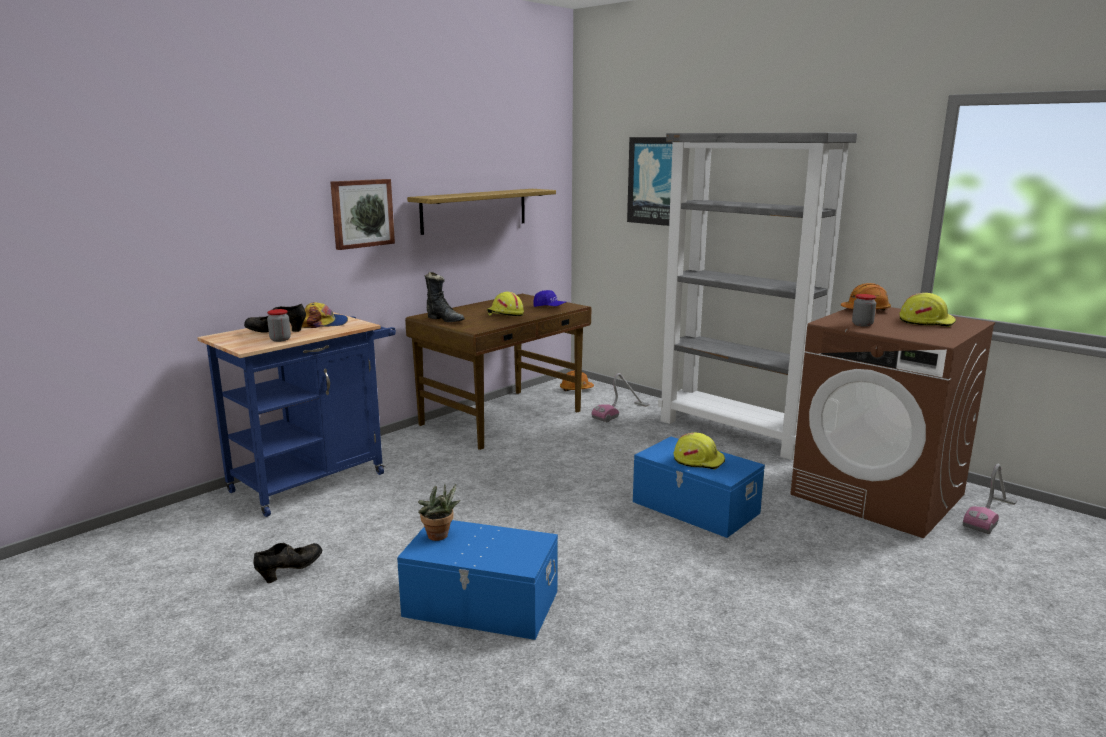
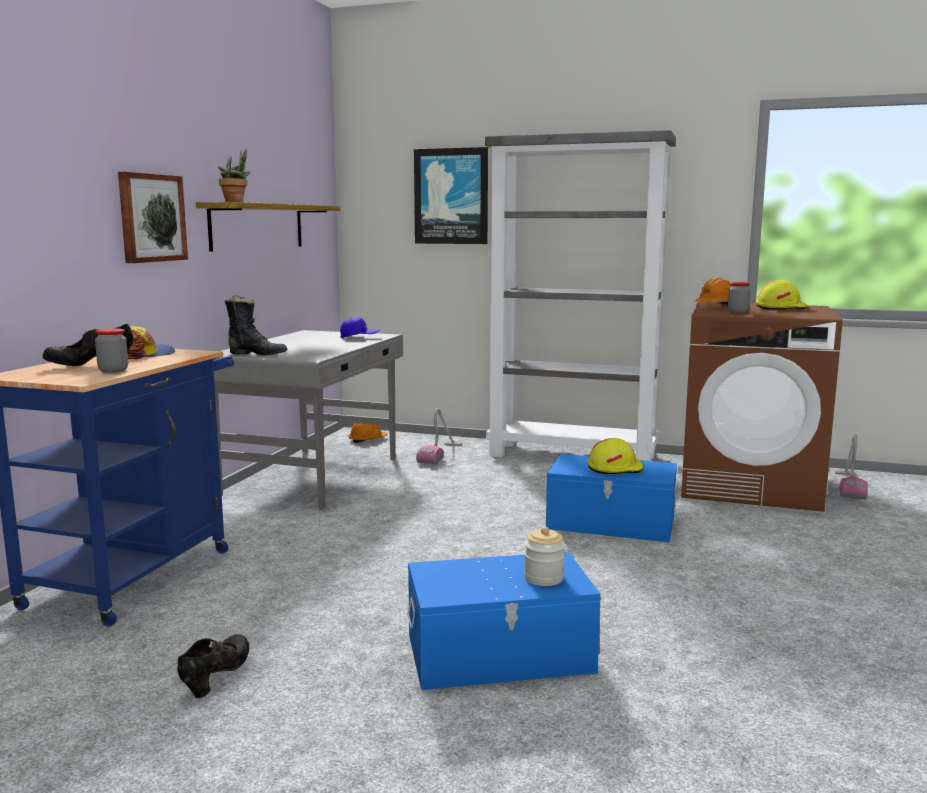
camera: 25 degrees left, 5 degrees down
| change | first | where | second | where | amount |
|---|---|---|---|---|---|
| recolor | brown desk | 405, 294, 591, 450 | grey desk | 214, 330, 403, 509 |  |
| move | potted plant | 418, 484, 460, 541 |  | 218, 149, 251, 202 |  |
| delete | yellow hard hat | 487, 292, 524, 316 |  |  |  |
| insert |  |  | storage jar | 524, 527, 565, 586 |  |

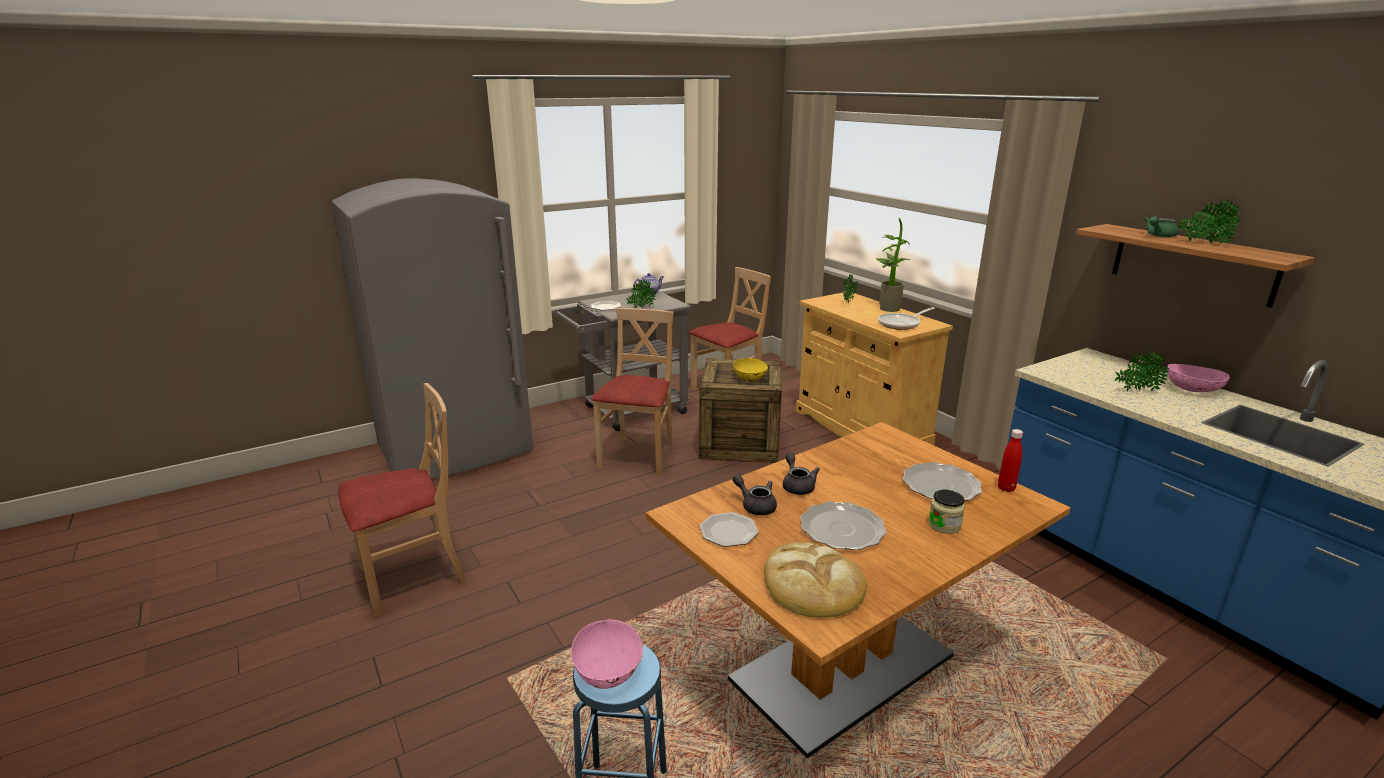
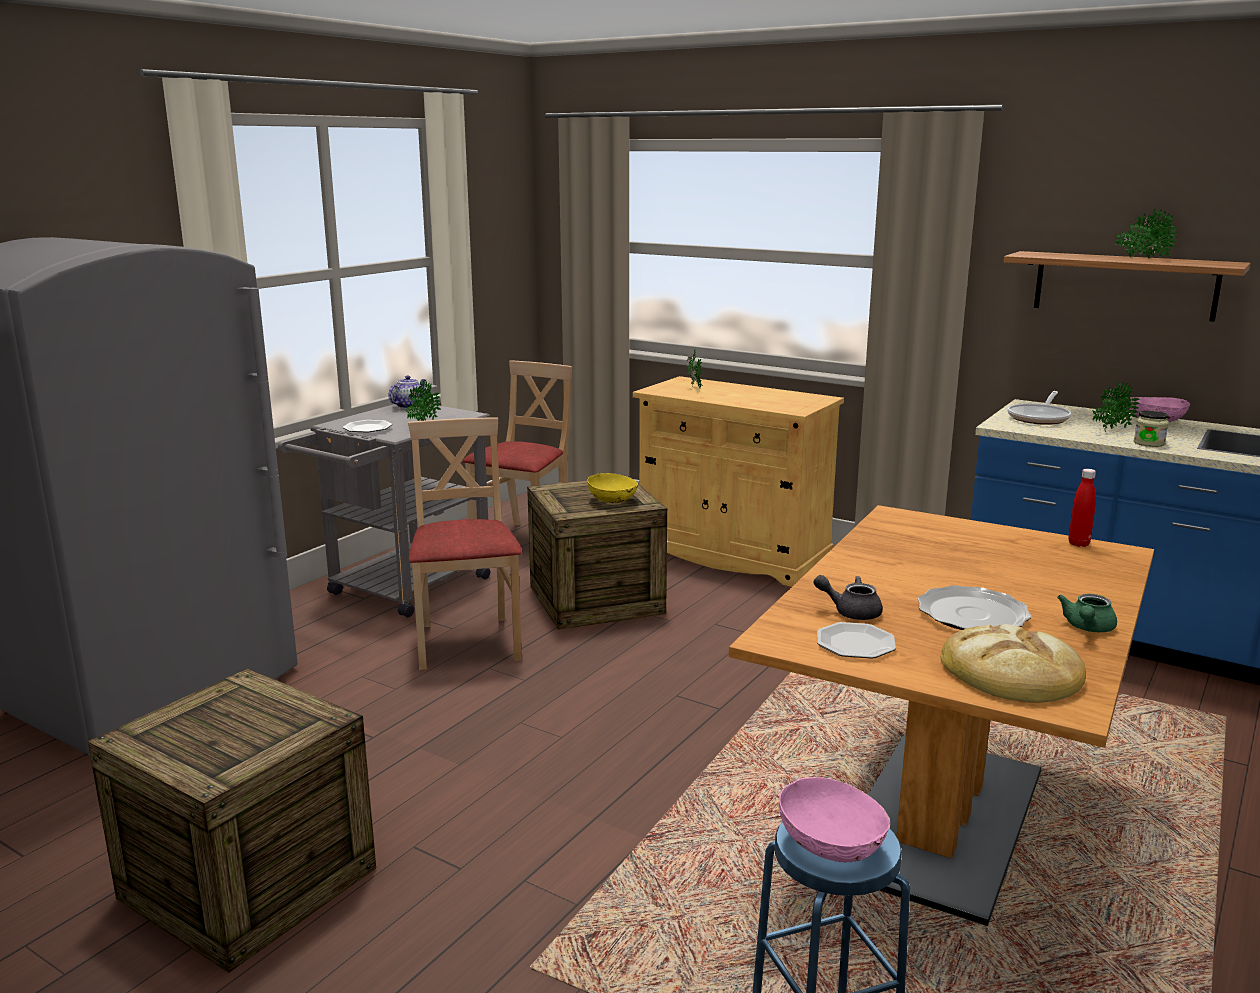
camera: 25 degrees left, 5 degrees down
| change | first | where | second | where | amount |
|---|---|---|---|---|---|
| replace | sand-coloured upright chair | 338, 383, 467, 617 | packing crate | 88, 668, 376, 973 |  |
| delete | grey tea pot | 783, 453, 820, 495 |  |  |  |
| delete | potted plant | 876, 218, 911, 312 |  |  |  |
| move | skillet | 878, 307, 935, 330 |  | 1008, 391, 1071, 425 |  |
| delete | dinner plate | 902, 462, 982, 501 |  |  |  |
| move | storage jar | 928, 490, 965, 534 |  | 1134, 410, 1169, 447 |  |
| move | green-coloured tea pot | 1144, 216, 1179, 237 |  | 1057, 594, 1117, 632 |  |

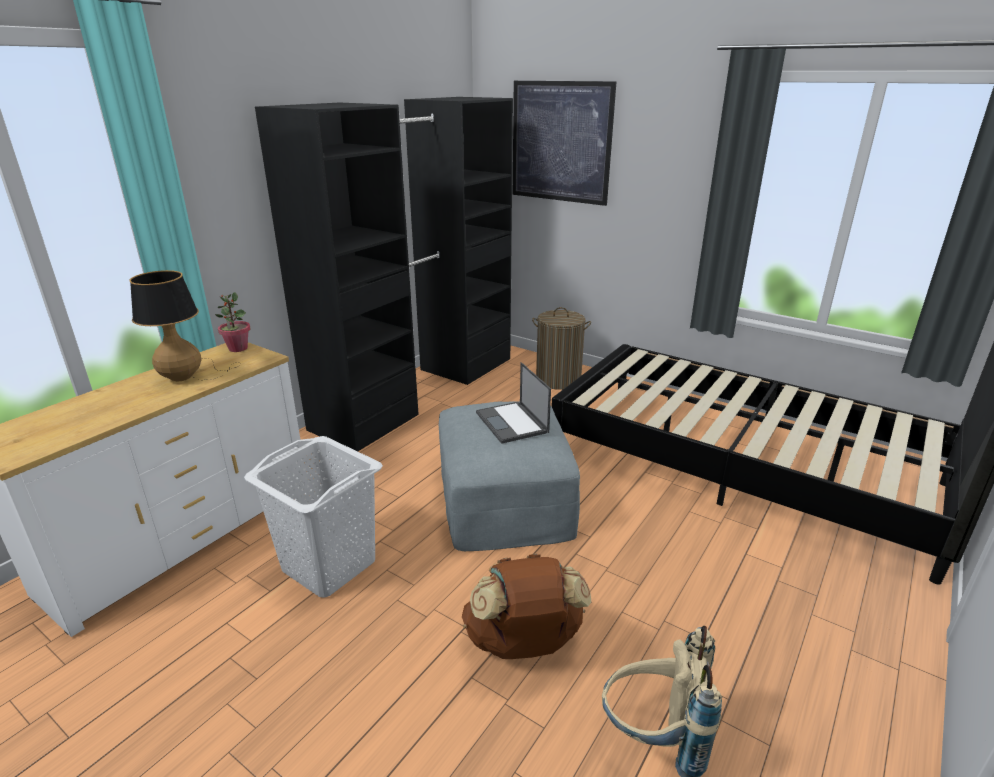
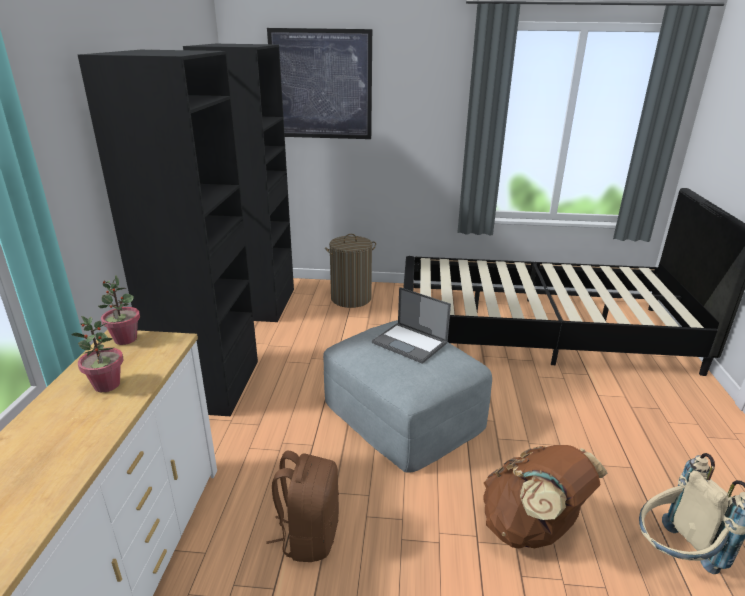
camera: 30 degrees left, 0 degrees up
| change | first | where | second | where | amount |
|---|---|---|---|---|---|
| replace | table lamp | 129, 270, 241, 381 | potted plant | 71, 316, 124, 392 |  |
| replace | whitish laundry basket | 244, 436, 383, 598 | brown knapsack | 267, 451, 339, 562 |  |

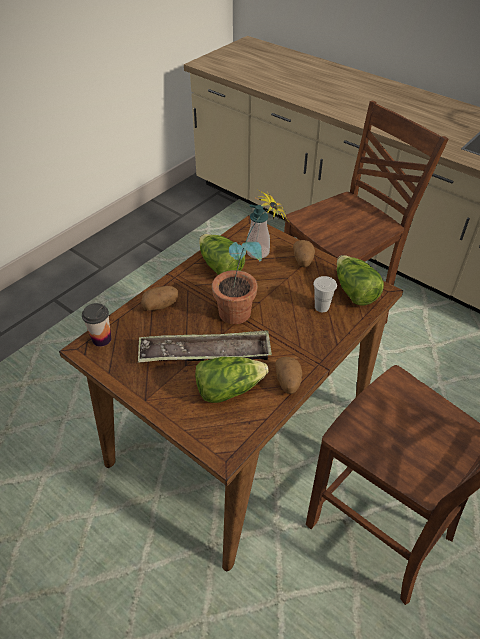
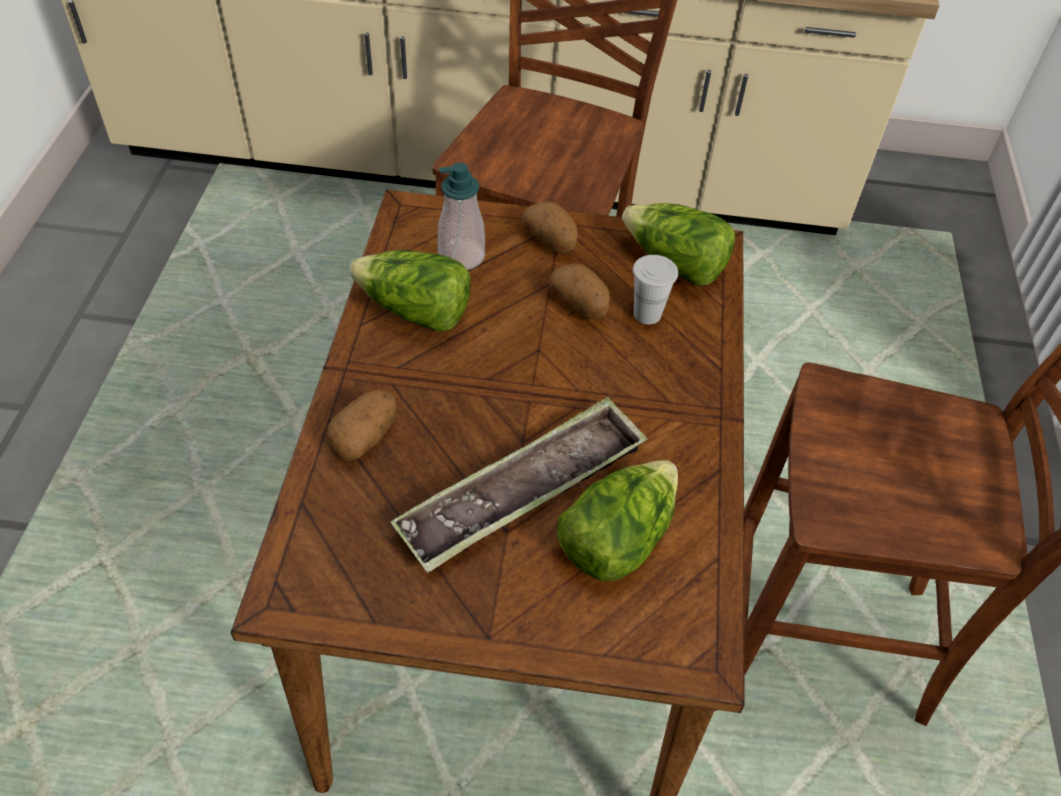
camera: 35 degrees left, 5 degrees up
| change | first | where | second | where | amount |
|---|---|---|---|---|---|
| delete | drinking cup | 82, 303, 111, 347 |  |  |  |
| delete | potted plant | 212, 189, 287, 324 |  |  |  |
| move | whole potato | 275, 357, 302, 394 |  | 548, 263, 610, 319 |  |

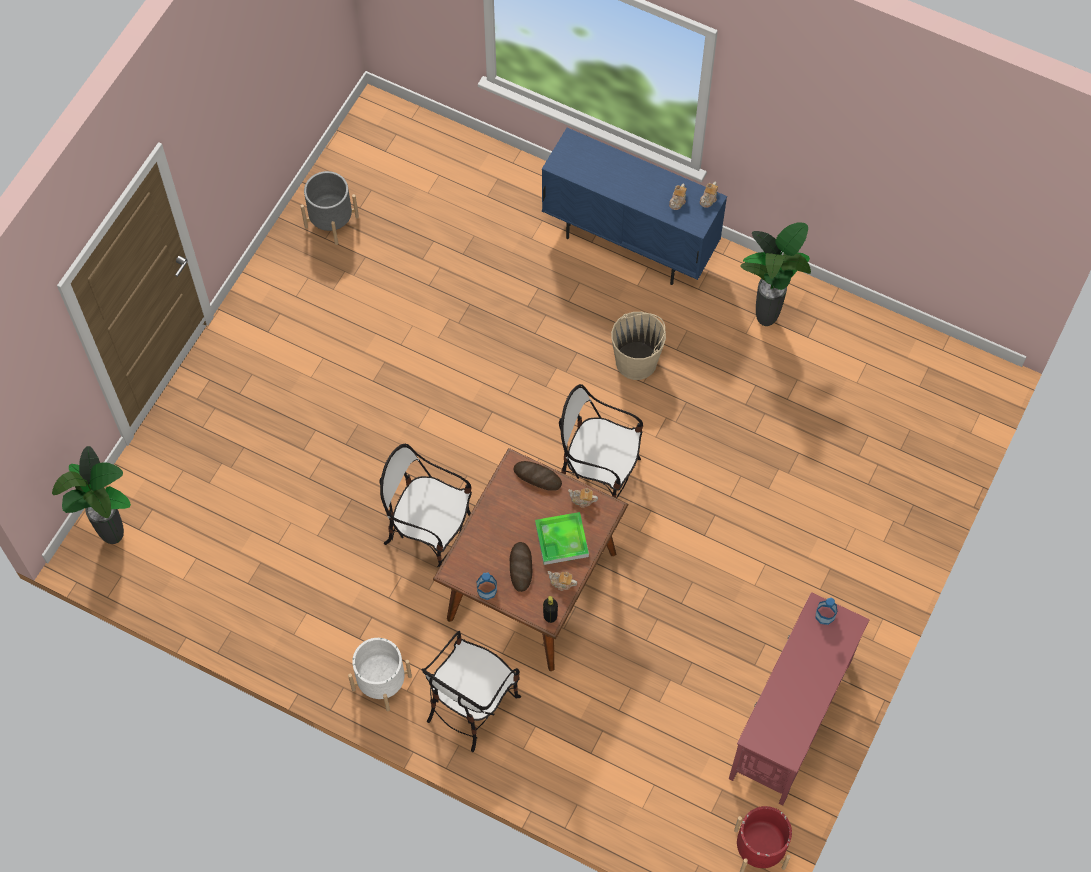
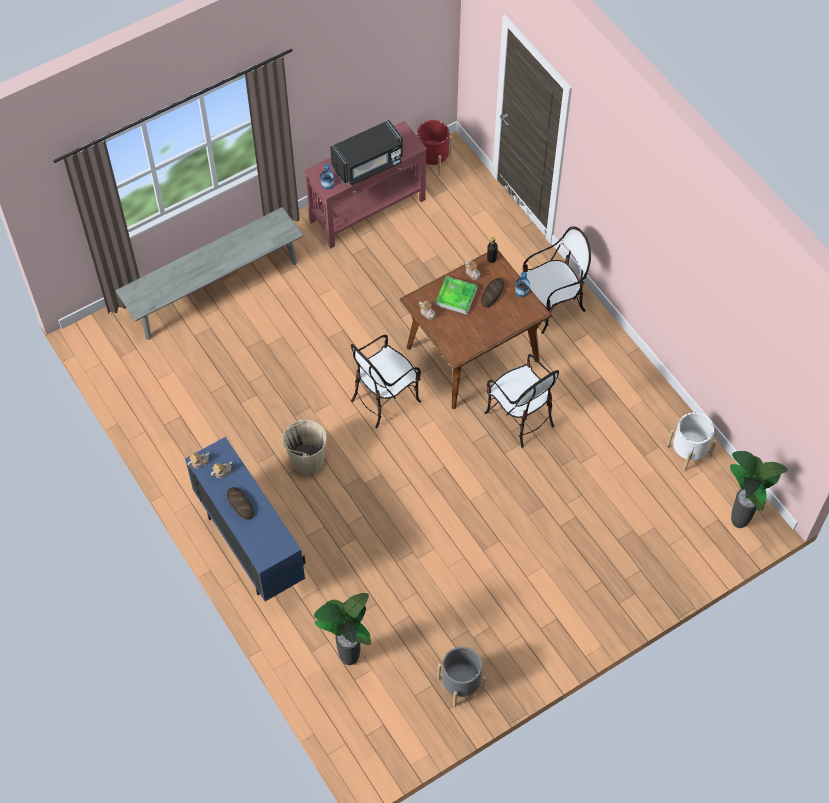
camera: 150 degrees left, 5 degrees down
| change | first | where | second | where | amount |
|---|---|---|---|---|---|
| move | whitish plant pot | 348, 638, 412, 711 |  | 667, 412, 716, 471 |  |
| move | bakery bread | 513, 461, 562, 491 |  | 227, 487, 254, 520 |  |
| rotate | upright chair | 559, 384, 643, 498 |  | 351, 335, 421, 428 | 90 degrees clockwise |
| move | potted plant | 740, 222, 811, 326 |  | 314, 593, 371, 665 |  |
| insert |  |  | grey bench | 115, 207, 304, 340 |  |
| insert |  |  | black kitchen microwave | 330, 120, 403, 186 |  |

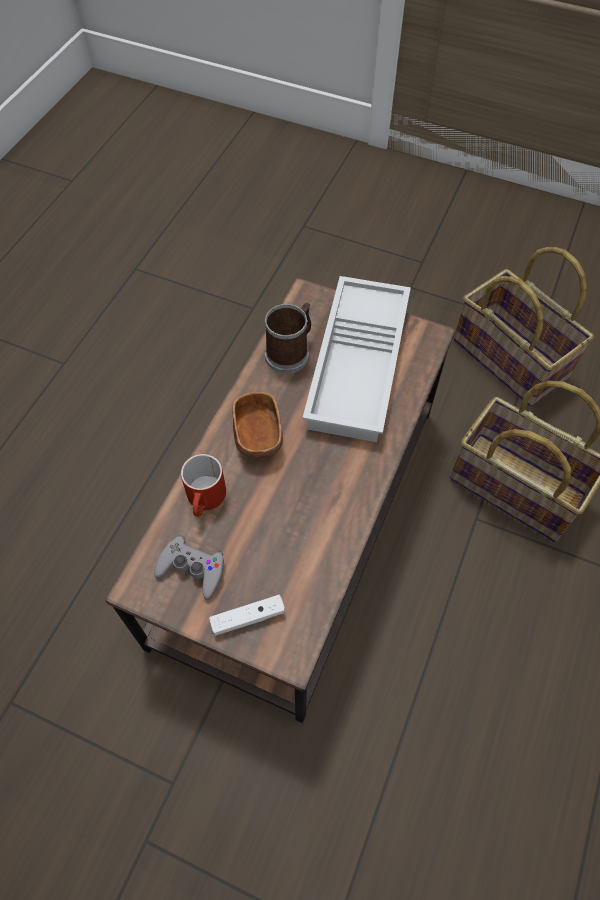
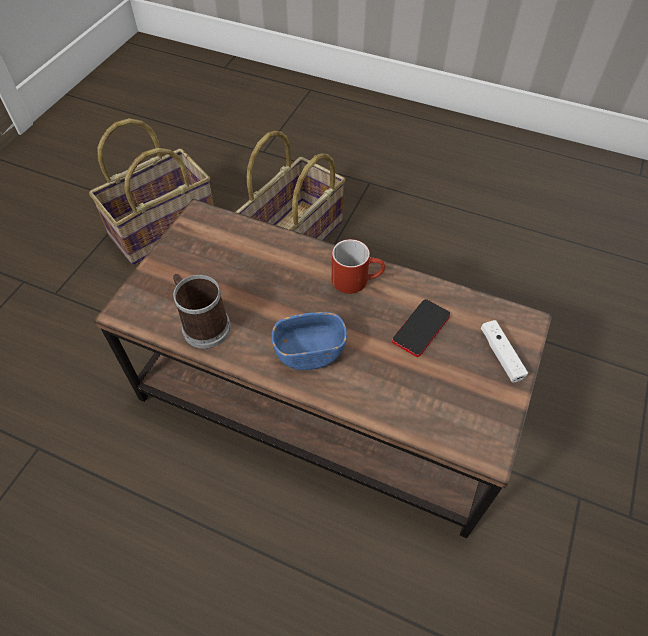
camera: 90 degrees left, 5 degrees down
| change | first | where | second | where | amount |
|---|---|---|---|---|---|
| delete | grey gamepad | 154, 535, 224, 600 |  |  |  |
| move | reddish coffee mug | 181, 454, 226, 517 |  | 332, 239, 385, 294 |  |
| recolor | brown bowl | 232, 392, 283, 458 | bluish bowl | 271, 312, 347, 370 |  |
| delete | whitish tray | 303, 276, 411, 442 |  |  |  |
| insert |  |  | telephone | 392, 299, 450, 357 |  |

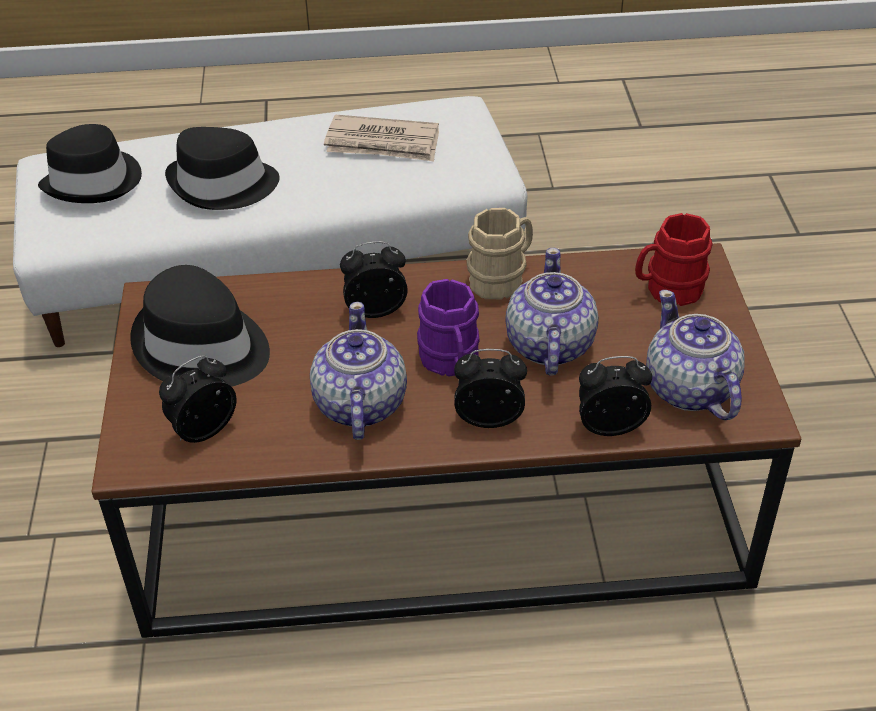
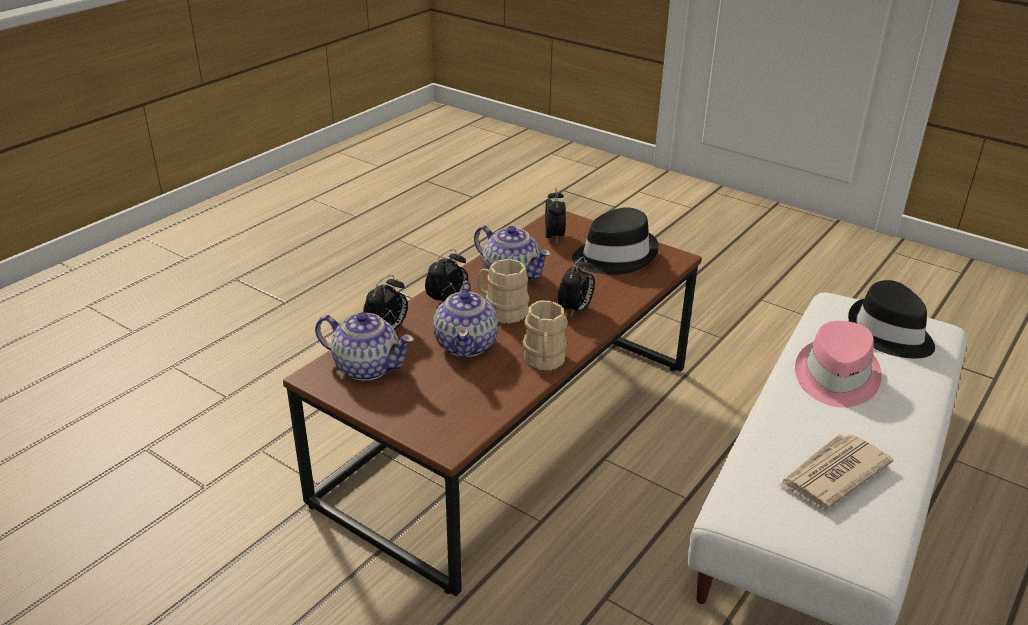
camera: 130 degrees right, 10 degrees down
| change | first | where | second | where | amount |
|---|---|---|---|---|---|
| recolor | black wearable hat | 165, 127, 280, 210 | pink wearable hat | 795, 321, 881, 407 |  |
| recolor | purple coffee mug | 417, 279, 480, 377 | sand-coloured coffee mug | 477, 259, 530, 324 |  |
| rotate | tea pot | 506, 248, 599, 376 |  | 433, 281, 498, 358 | 45 degrees clockwise |
| delete | reddish coffee mug | 635, 213, 712, 306 |  |  |  |

